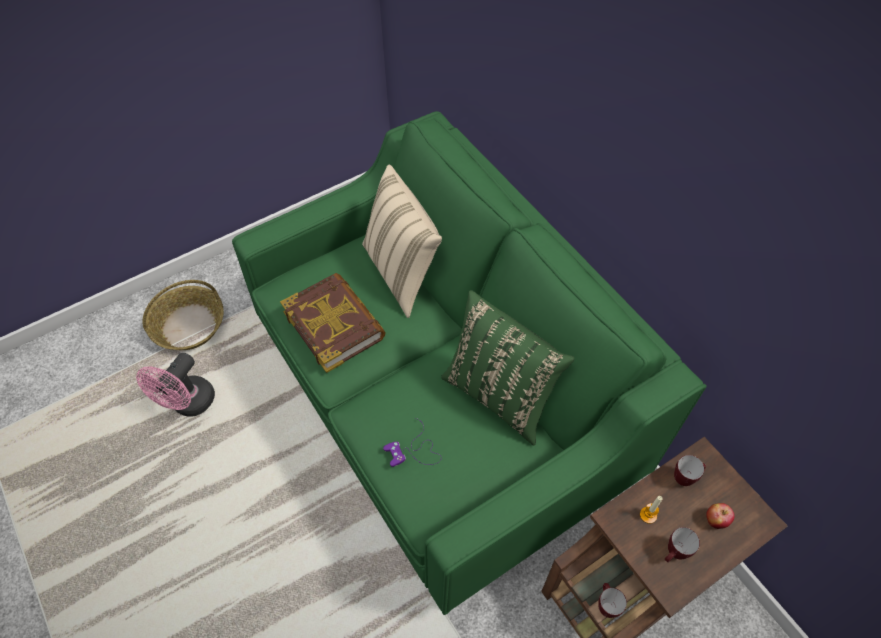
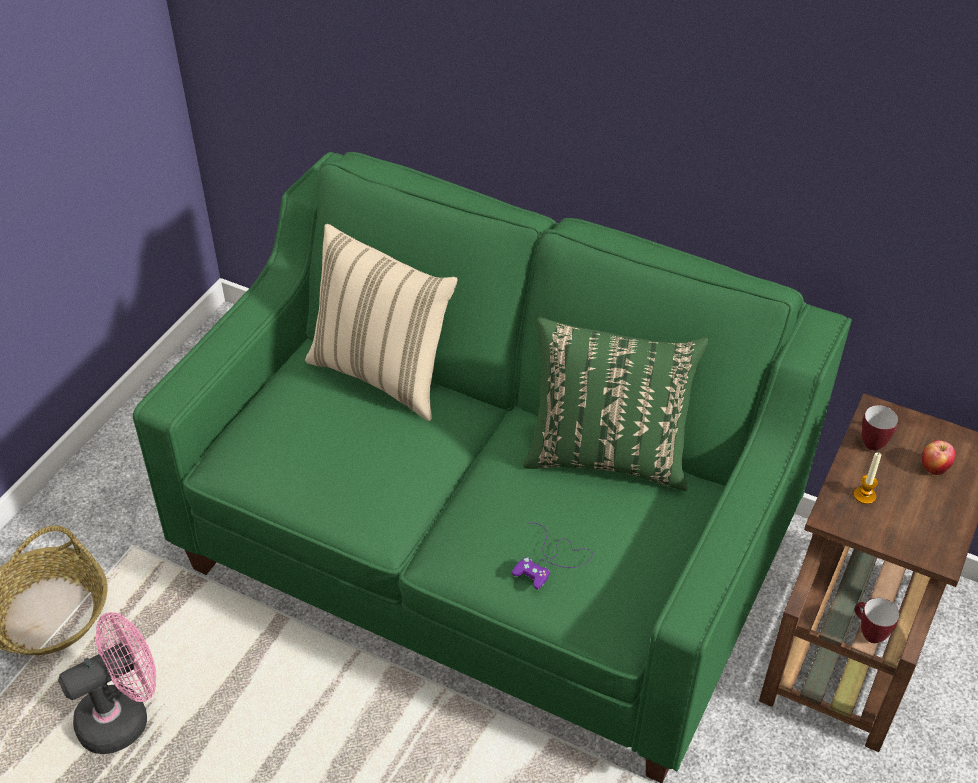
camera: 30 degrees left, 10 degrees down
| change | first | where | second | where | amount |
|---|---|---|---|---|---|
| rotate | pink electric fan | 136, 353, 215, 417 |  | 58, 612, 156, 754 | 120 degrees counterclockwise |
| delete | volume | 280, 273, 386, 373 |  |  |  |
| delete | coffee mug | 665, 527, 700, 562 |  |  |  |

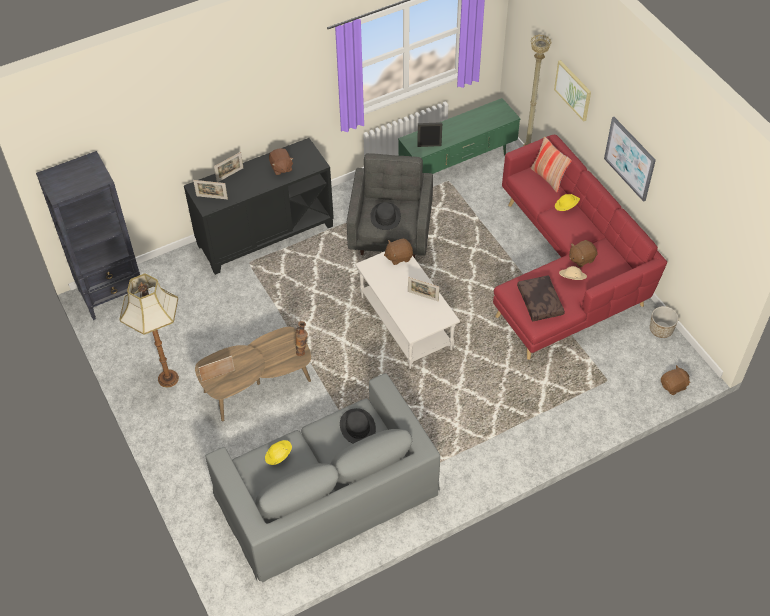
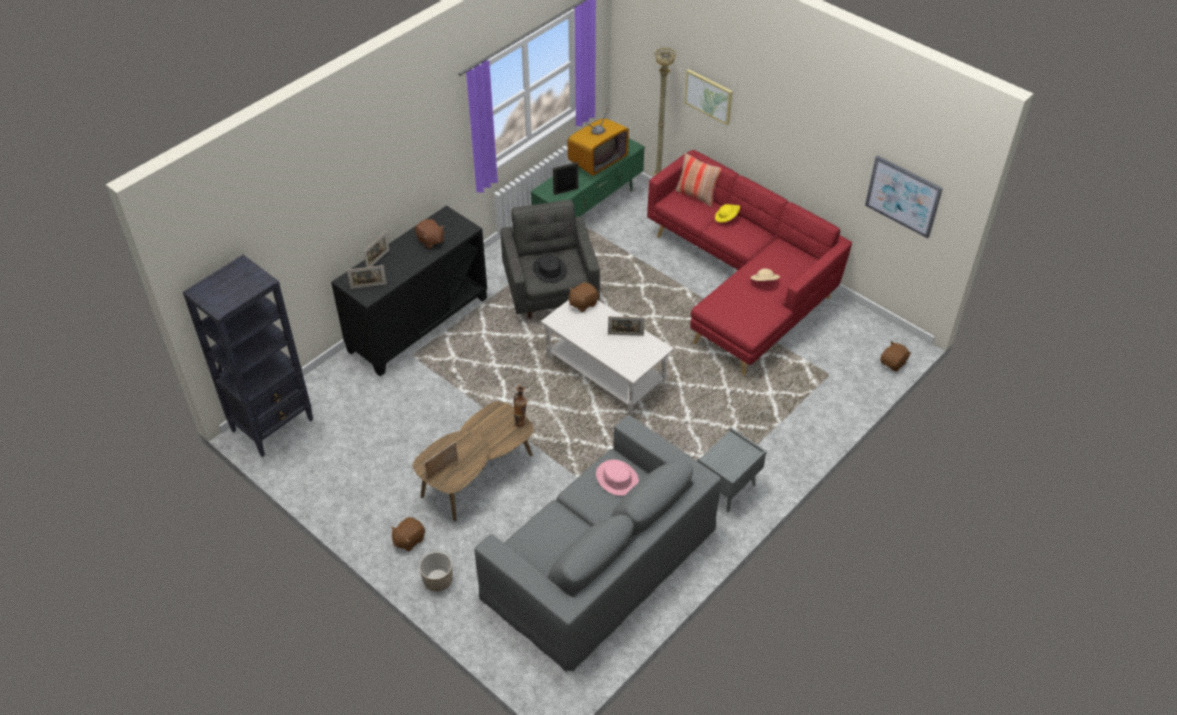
camera: 20 degrees left, 5 degrees down
| change | first | where | second | where | amount |
|---|---|---|---|---|---|
| delete | standing lamp | 119, 274, 179, 387 |  |  |  |
| delete | yellow wearable hat | 265, 440, 292, 465 |  |  |  |
| recolor | black wearable hat | 340, 408, 376, 443 | pink wearable hat | 596, 460, 639, 496 |  |
| delete | brown throw pillow | 517, 275, 565, 321 |  |  |  |
| move | brown plush toy | 569, 240, 598, 267 |  | 391, 517, 425, 552 |  |
| move | wall art | 604, 117, 656, 202 |  | 865, 156, 943, 238 |  |
| move | plant pot | 650, 306, 679, 338 |  | 419, 552, 453, 591 |  |
| insert |  |  | television | 568, 108, 629, 176 |  |
| insert |  |  | grey nightstand | 697, 428, 767, 512 |  |

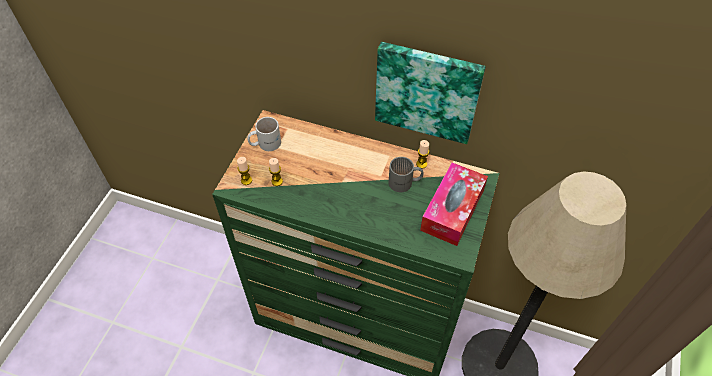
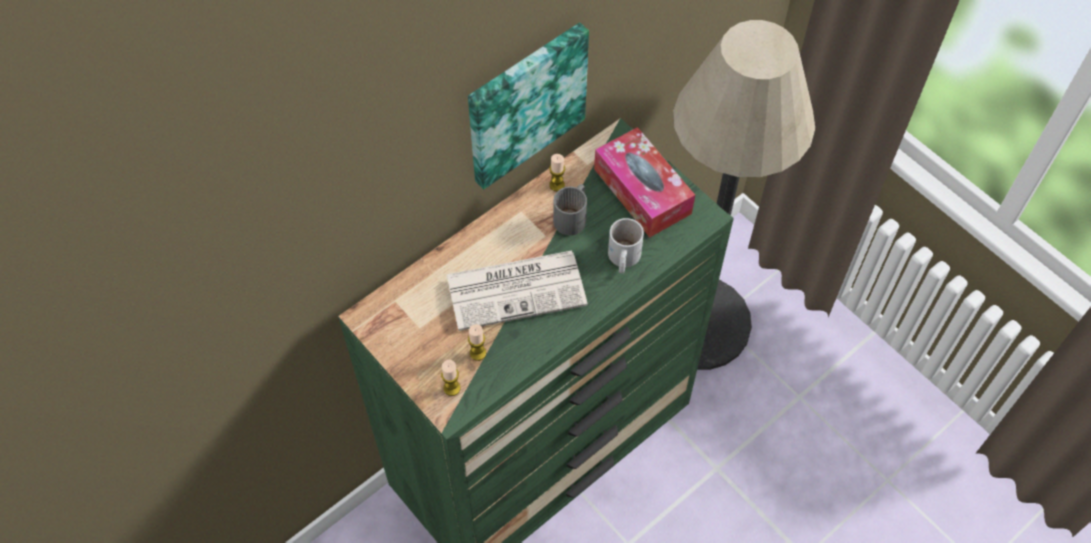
camera: 60 degrees left, 5 degrees up
| change | first | where | second | where | amount |
|---|---|---|---|---|---|
| move | whitish coffee mug | 247, 117, 281, 151 |  | 608, 218, 644, 273 |  |
| insert |  |  | printed paper | 446, 250, 588, 331 |  |

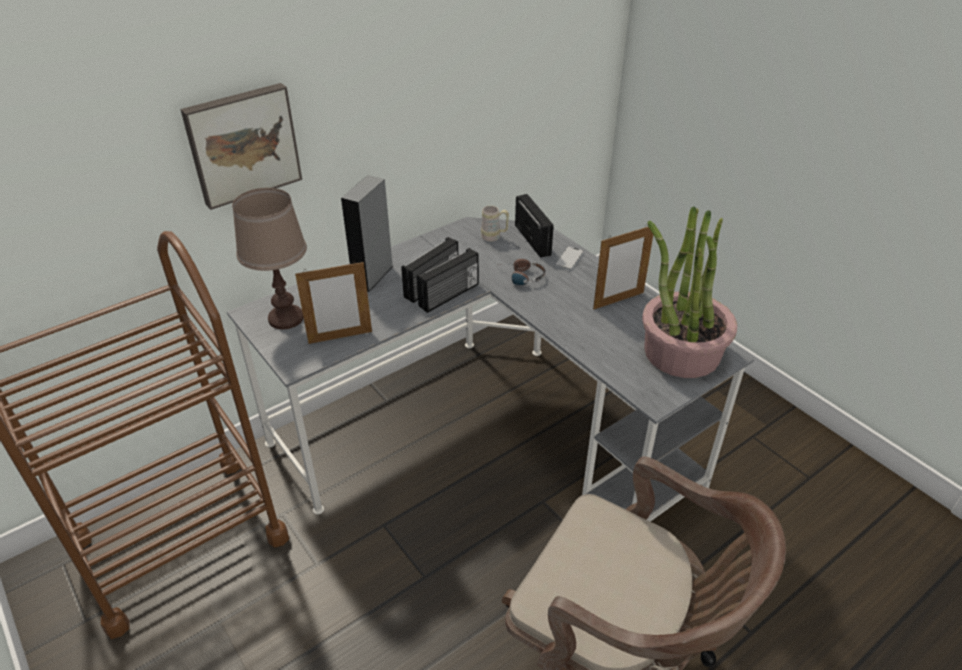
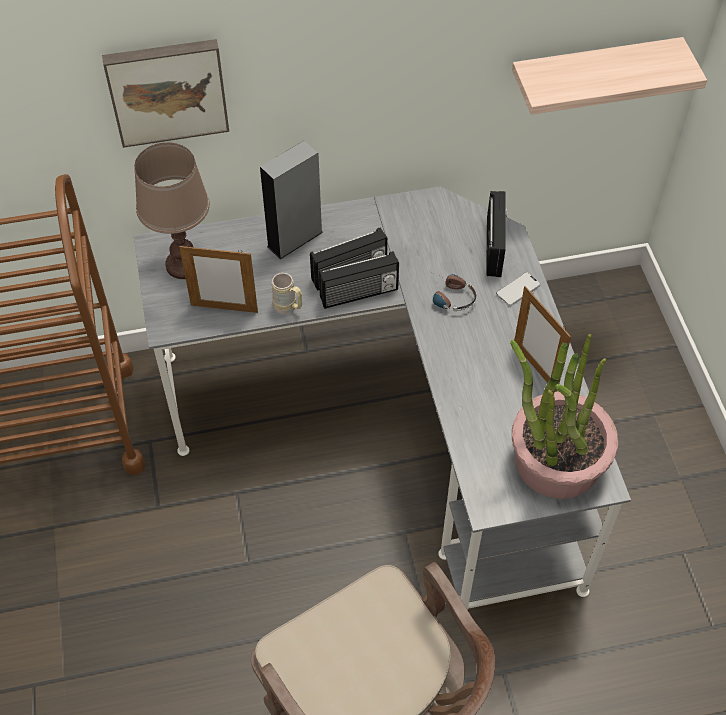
camera: 25 degrees right, 15 degrees up
| change | first | where | second | where | amount |
|---|---|---|---|---|---|
| move | sand-coloured coffee mug | 481, 206, 509, 242 |  | 272, 273, 302, 314 |  |
| rotate | standing frame | 593, 224, 653, 309 |  | 514, 286, 571, 392 | 60 degrees clockwise |
| insert |  |  | bracket shelf | 512, 37, 707, 115 |  |

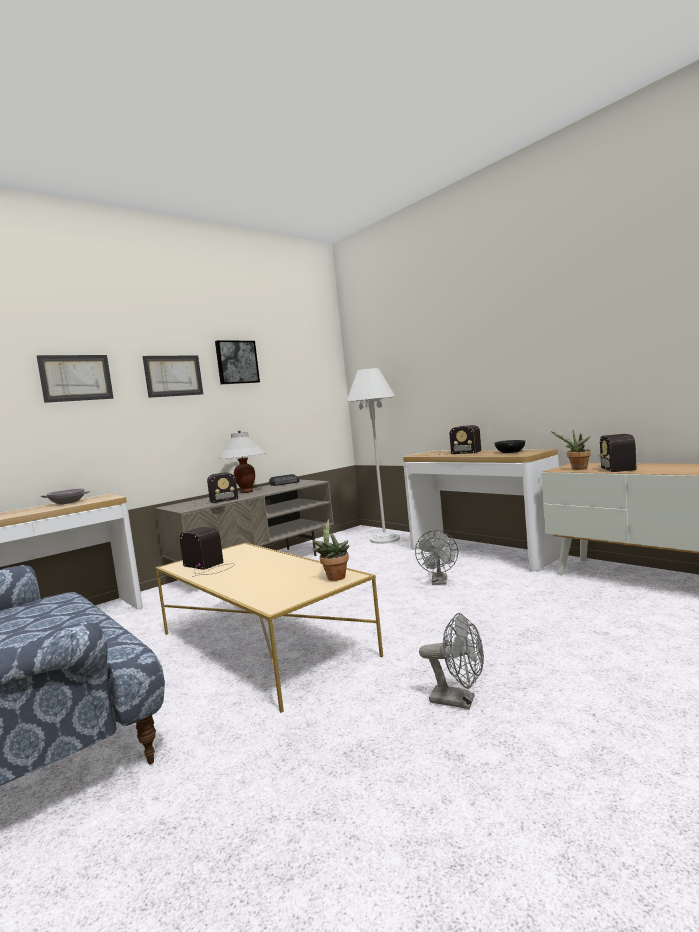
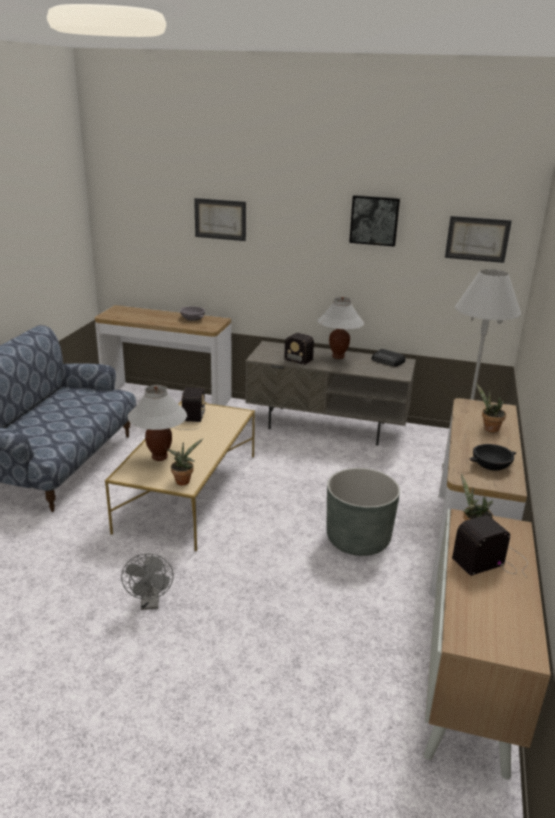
camera: 55 degrees right, 20 degrees up
| change | first | where | second | where | amount |
|---|---|---|---|---|---|
| move | wall art | 143, 355, 203, 398 |  | 445, 216, 512, 263 |  |
| replace | grey electric fan | 415, 530, 458, 585 | grey plant pot | 327, 468, 400, 556 |  |
| replace | radio receiver | 440, 425, 481, 455 | potted plant | 476, 383, 506, 432 |  |
| insert |  |  | whitish table lamp | 127, 385, 187, 461 |  |

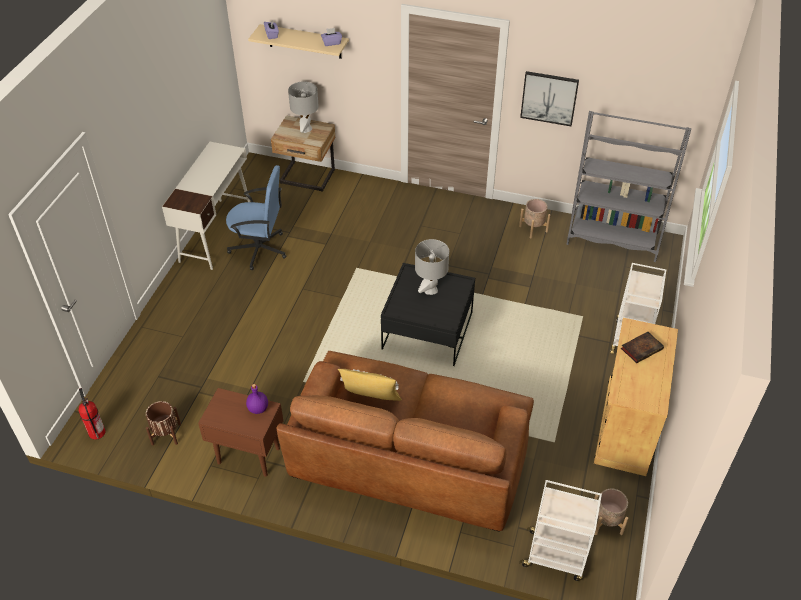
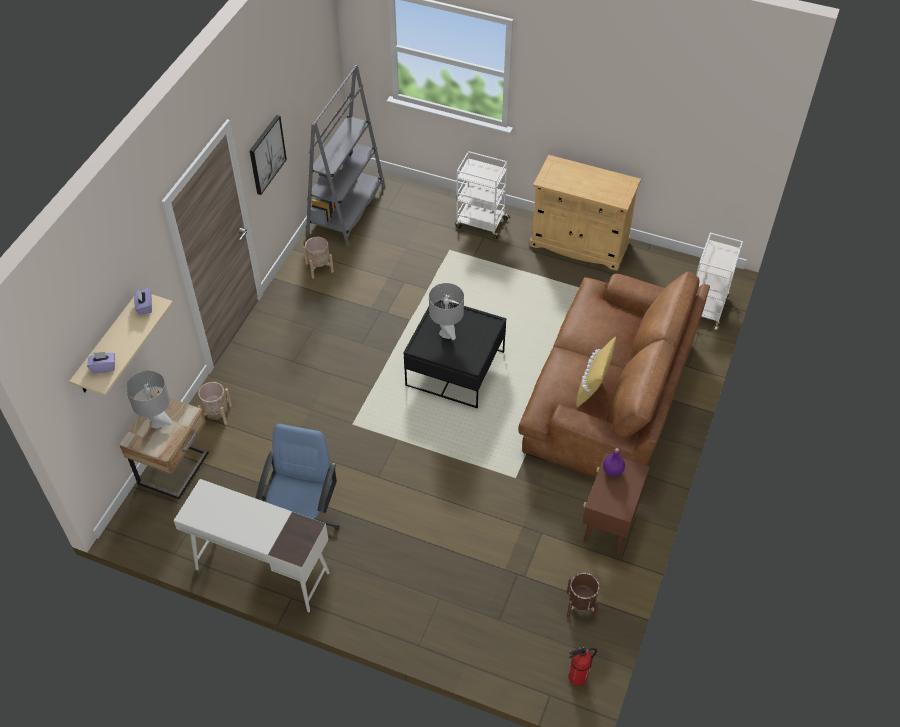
camera: 85 degrees left, 5 degrees up
| change | first | where | second | where | amount |
|---|---|---|---|---|---|
| move | sand-coloured plant pot | 594, 488, 628, 535 |  | 197, 382, 232, 425 |  |
| delete | volume | 621, 332, 664, 363 |  |  |  |

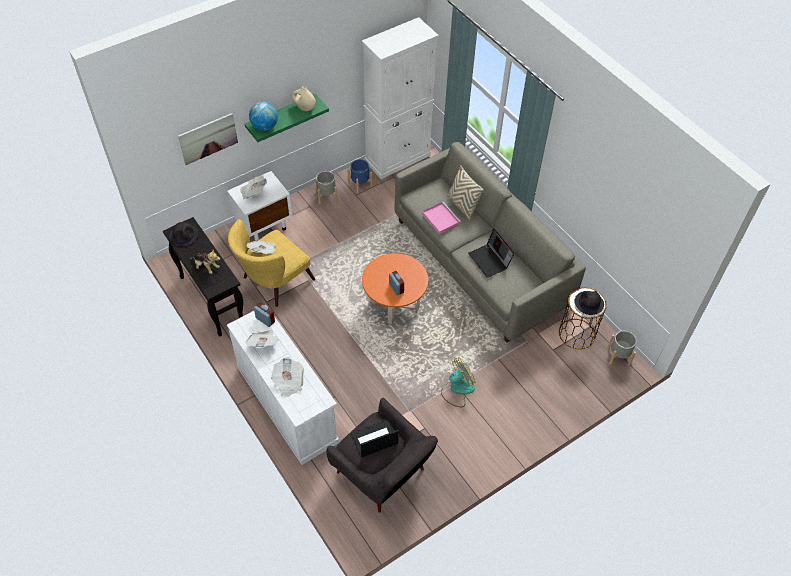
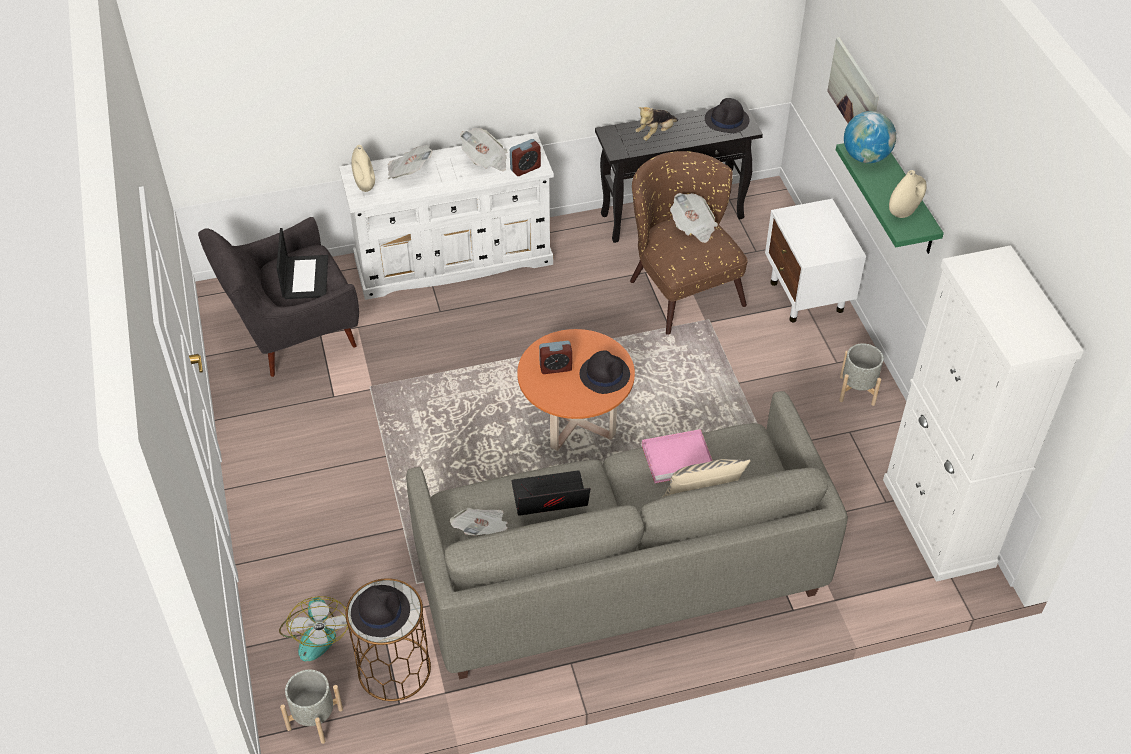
camera: 110 degrees right, 5 degrees down
| change | first | where | second | where | amount |
|---|---|---|---|---|---|
| recolor | yellow armchair | 228, 219, 315, 307 | brown armchair | 630, 151, 748, 335 |  |
| move | printed paper | 240, 175, 267, 199 |  | 450, 508, 508, 535 |  |
| delete | bluish plant pot | 347, 159, 373, 194 |  |  |  |
| move | electric fan | 441, 357, 475, 407 |  | 279, 596, 348, 662 |  |
| insert |  |  | sand-coloured flower vase | 351, 145, 375, 192 |  |
| insert |  |  | black wearable hat | 580, 351, 630, 394 |  |

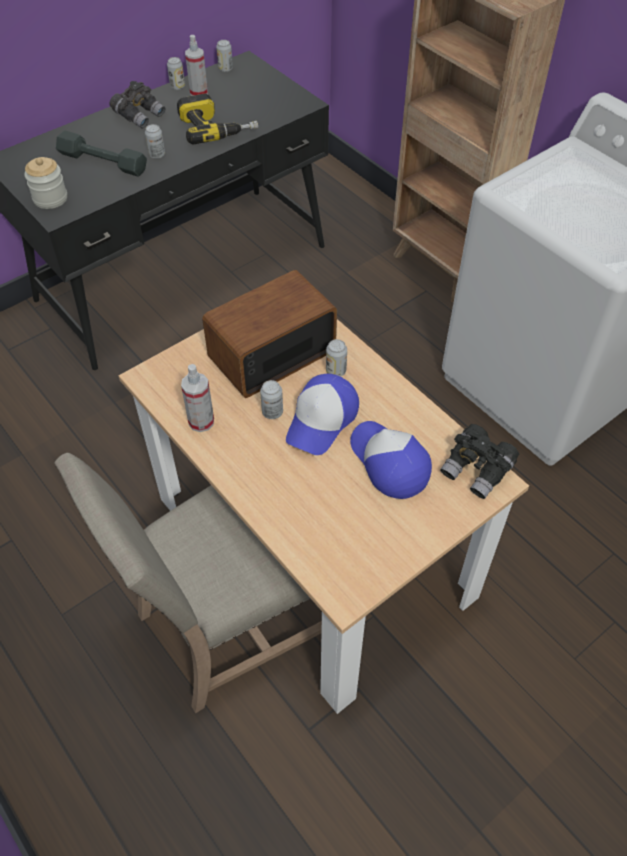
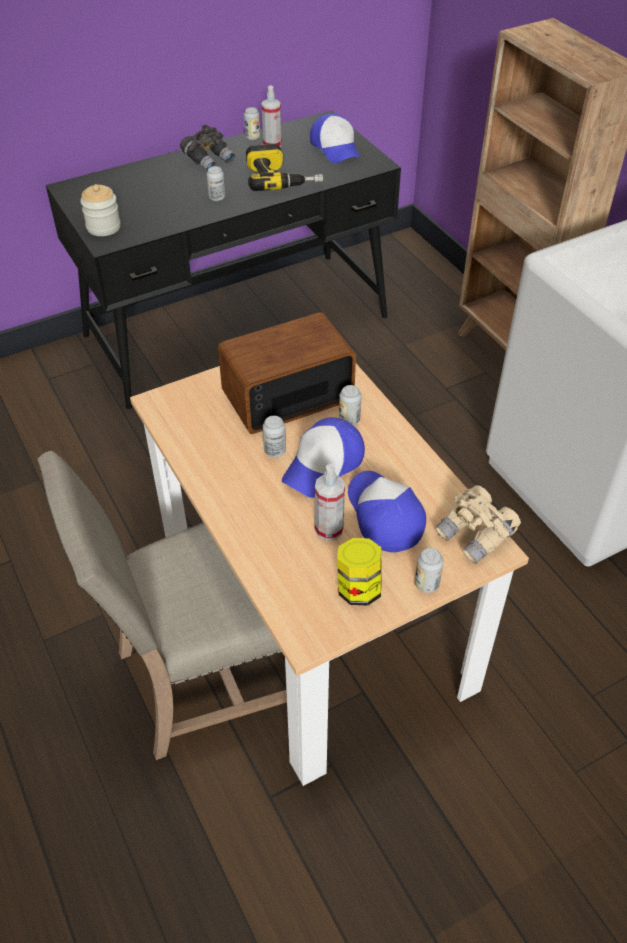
camera: 10 degrees right, 5 degrees down
| change | first | where | second | where | amount |
|---|---|---|---|---|---|
| delete | grey hand weight | 56, 130, 147, 177 |  |  |  |
| move | hand sprayer | 181, 364, 214, 432 |  | 315, 464, 345, 540 |  |
| move | can | 216, 40, 233, 72 |  | 415, 548, 444, 593 |  |
| recolor | black pair of binoculars | 440, 424, 519, 499 | sand-coloured pair of binoculars | 435, 485, 521, 564 |  |
| insert |  |  | peaked cap | 310, 114, 360, 163 |  |
| insert |  |  | storage jar | 337, 538, 382, 606 |  |

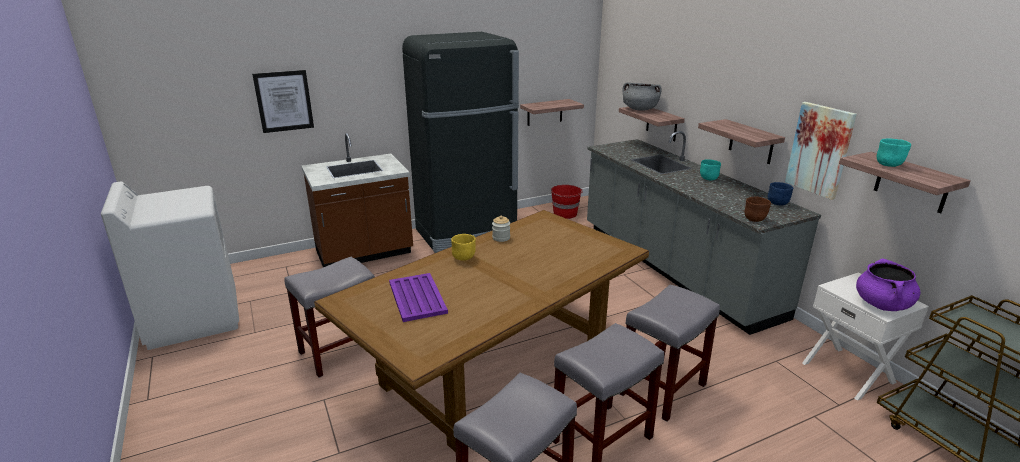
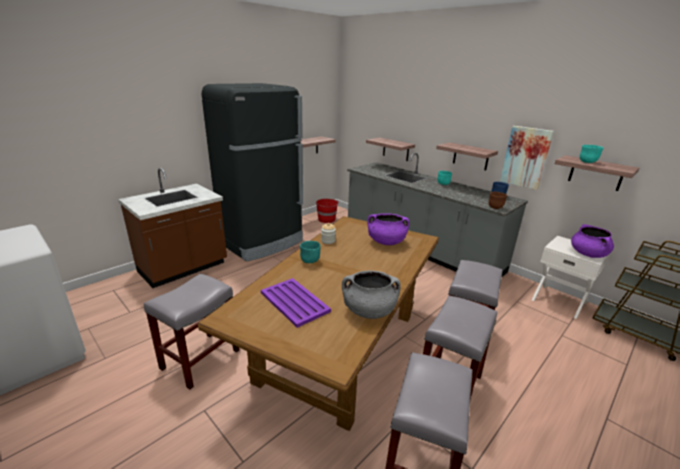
camera: 20 degrees left, 0 degrees up
| change | first | where | second | where | amount |
|---|---|---|---|---|---|
| delete | wall art | 252, 70, 314, 133 |  |  |  |
| recolor | yellow bowl | 451, 234, 476, 260 | blue-green bowl | 300, 241, 321, 263 |  |
| move | grey cooking pot | 622, 82, 661, 111 |  | 342, 270, 401, 319 |  |
| insert |  |  | purple cooking pot | 367, 213, 409, 245 |  |

